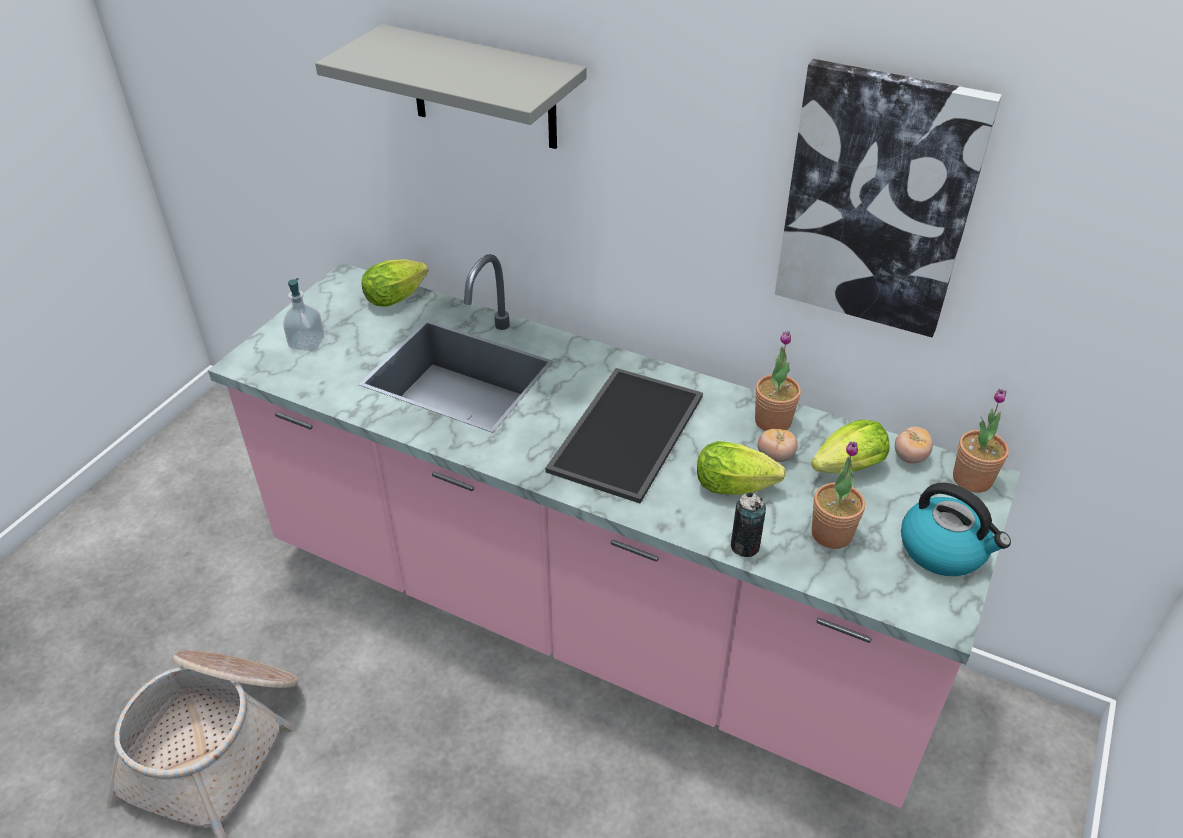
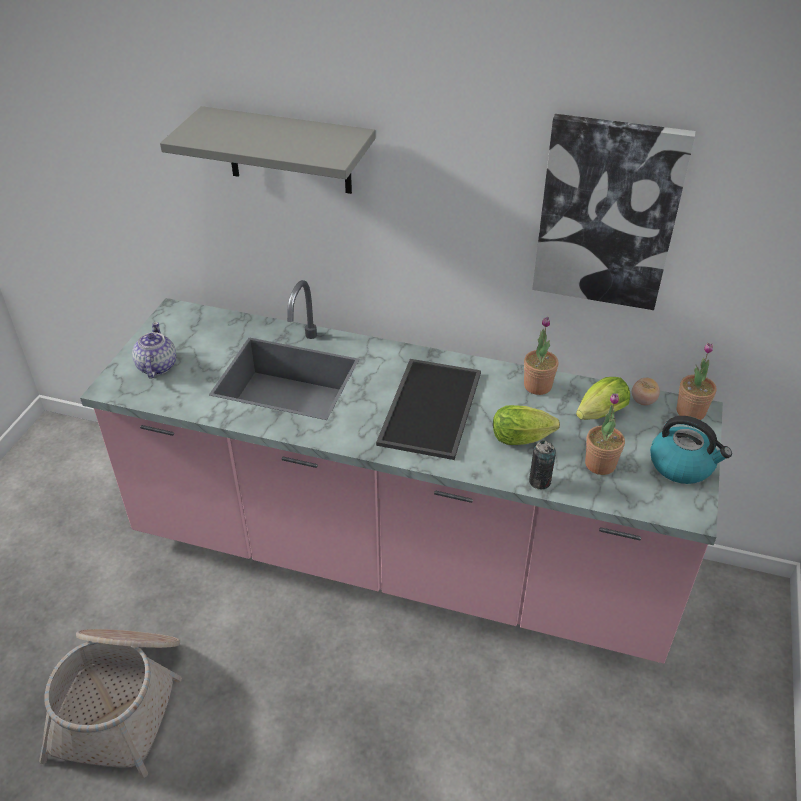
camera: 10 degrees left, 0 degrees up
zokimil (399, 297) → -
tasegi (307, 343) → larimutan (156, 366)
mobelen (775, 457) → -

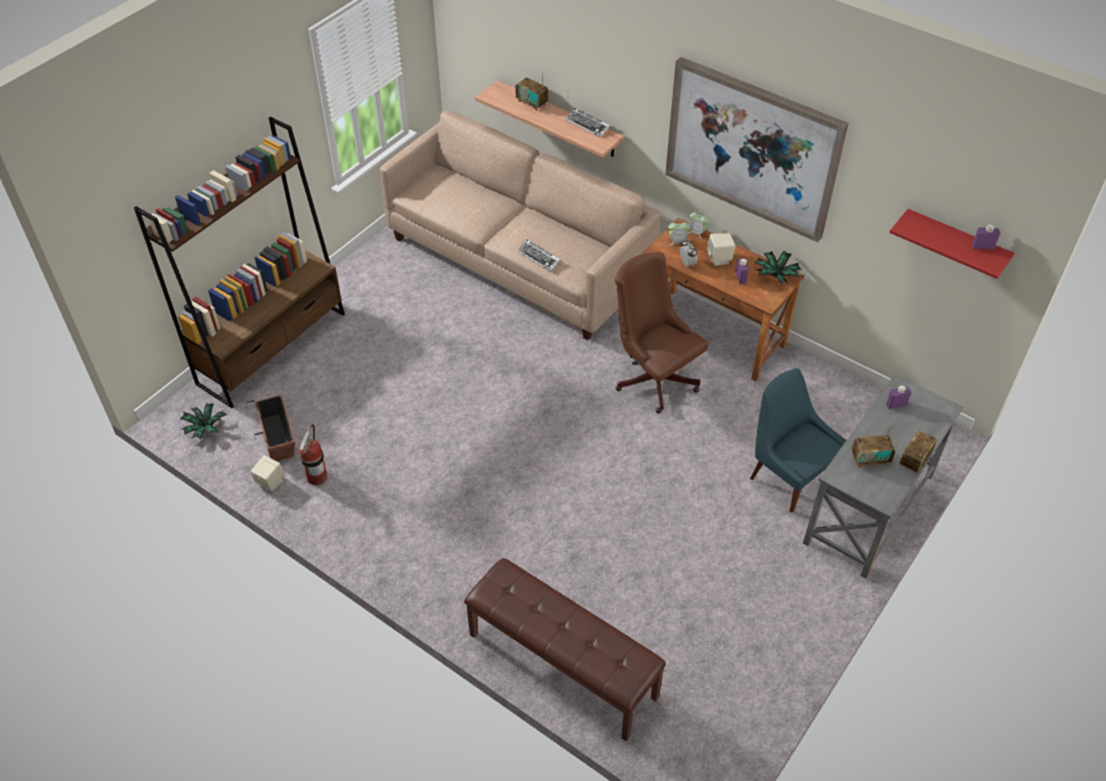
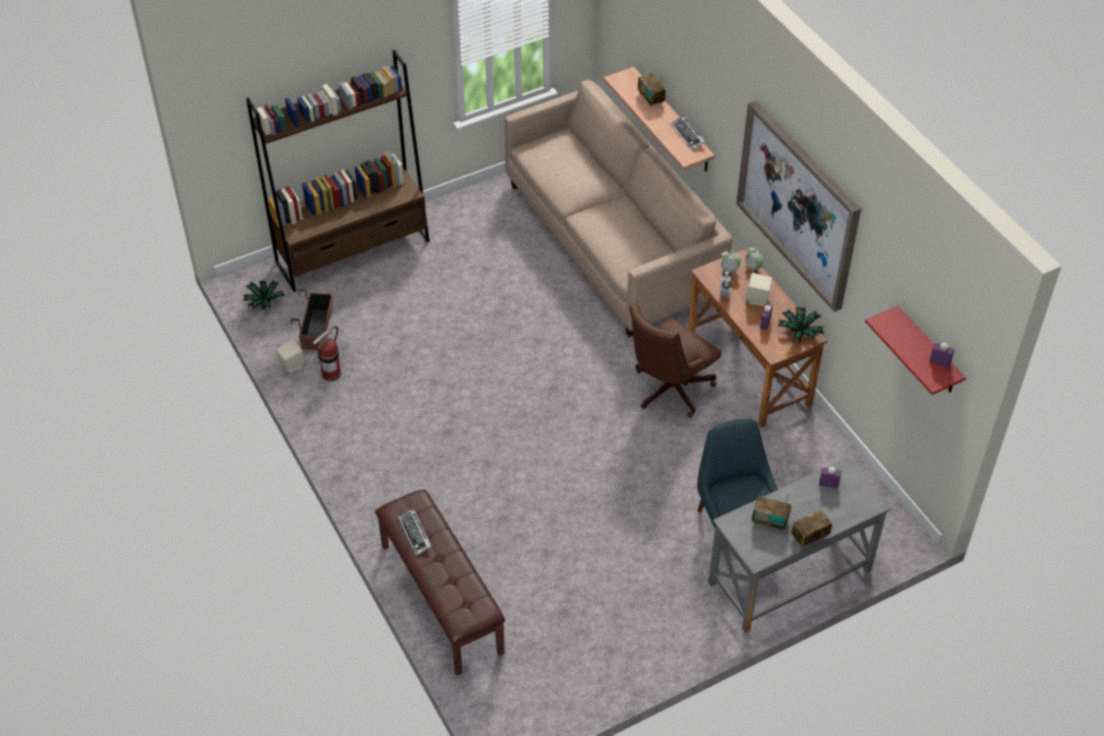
camera: 25 degrees right, 0 degrees up
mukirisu (538, 257) → mukirisu (415, 533), move
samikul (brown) (653, 377) → samikul (brown) (668, 390), 120 degrees counterclockwise

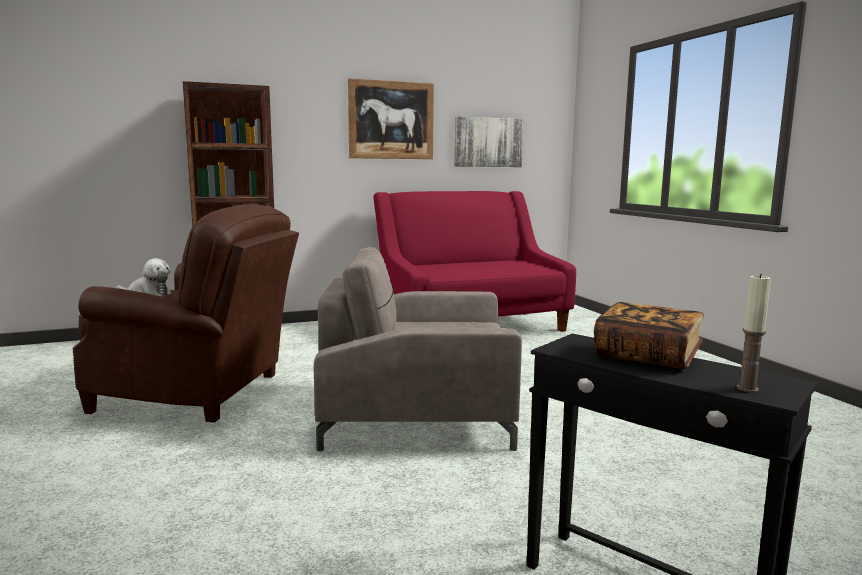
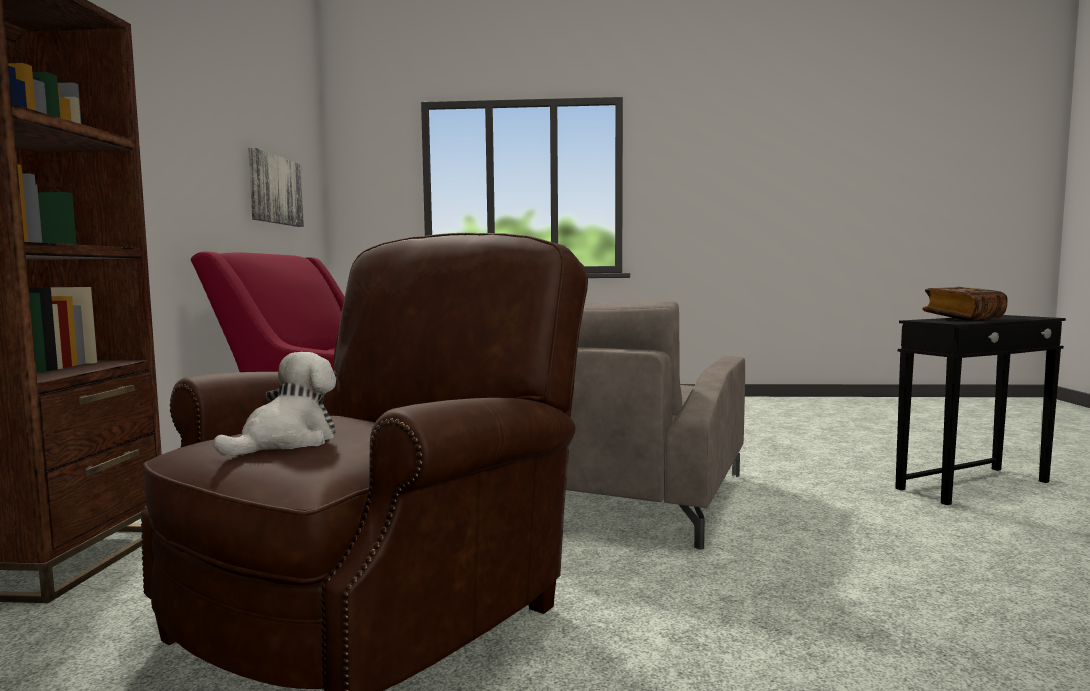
camera: 65 degrees left, 5 degrees down
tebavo (391, 120) → -
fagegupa (747, 388) → -

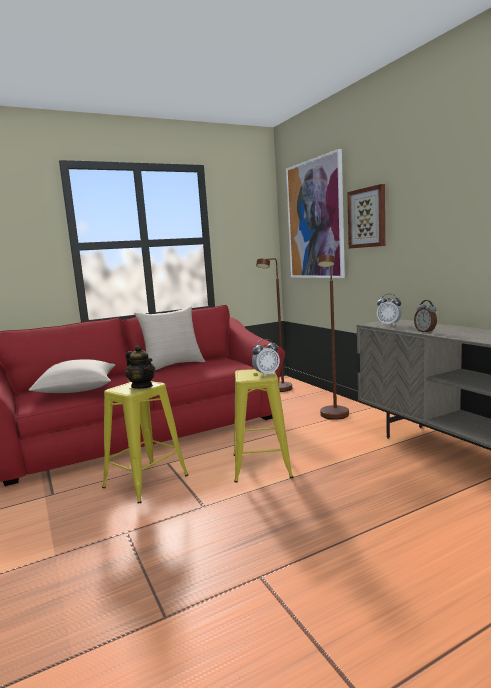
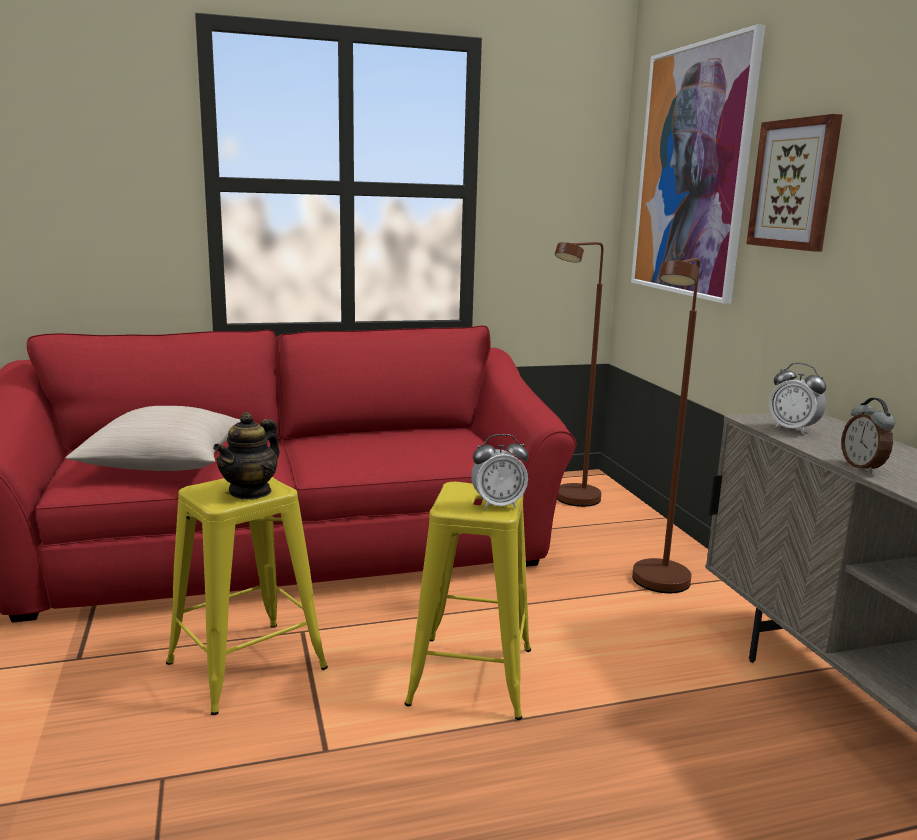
camera: 10 degrees right, 5 degrees up
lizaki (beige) (173, 365) → -
larimutan (142, 386) → larimutan (250, 492), 60 degrees clockwise

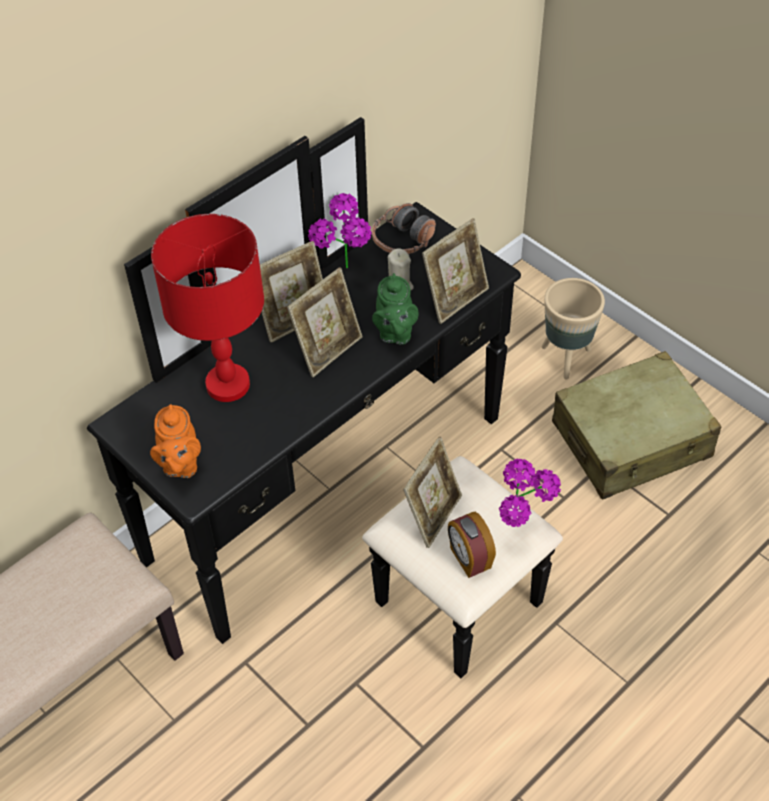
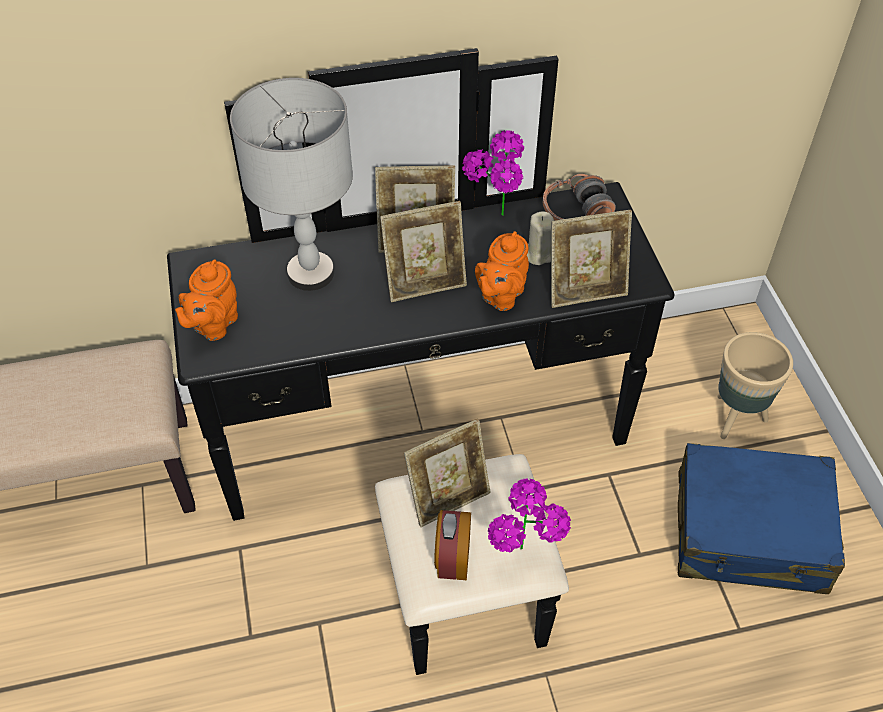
camera: 30 degrees right, 0 degrees up
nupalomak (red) (228, 385) → nupalomak (grey) (310, 274)
larimutan (green) (394, 333) → larimutan (orange) (500, 296)
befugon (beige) (631, 440) → befugon (blue) (750, 533)

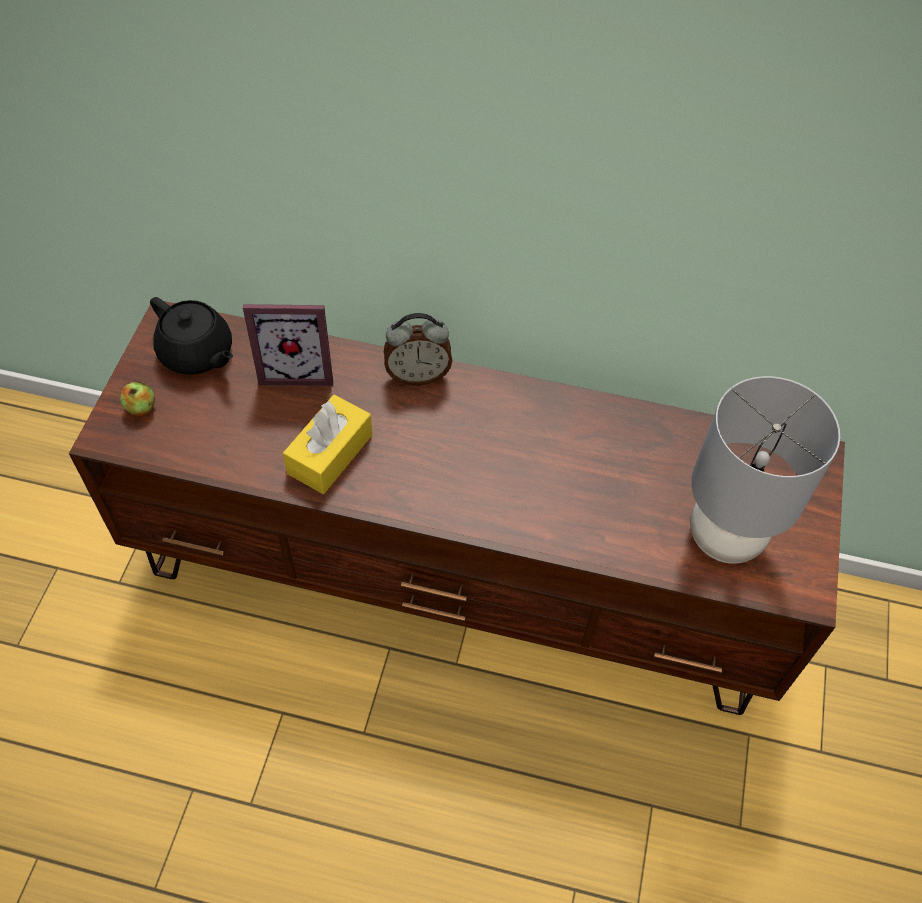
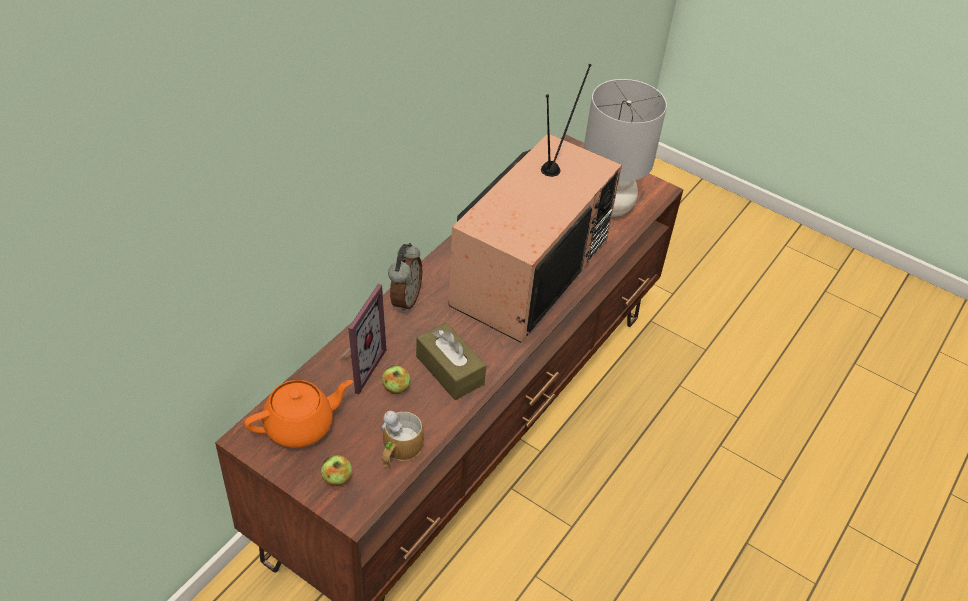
camera: 70 degrees left, 10 degrees down
larimutan (black) (197, 354) → larimutan (orange) (300, 426)
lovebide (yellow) (330, 454) → lovebide (brown) (450, 370)
- → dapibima (528, 269)
- → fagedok (396, 387)
- → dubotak (398, 451)

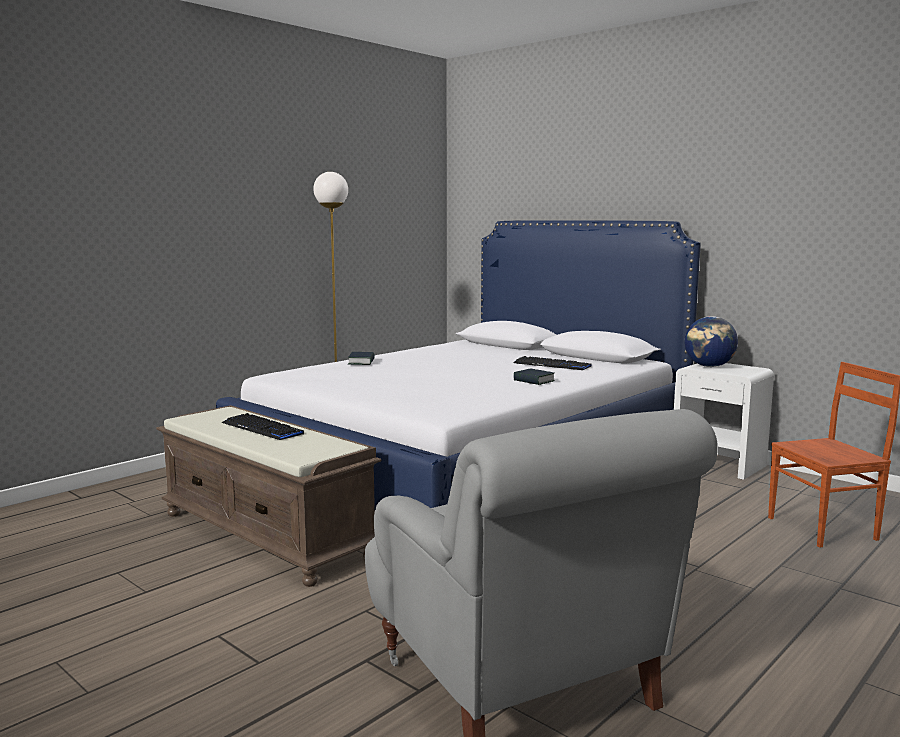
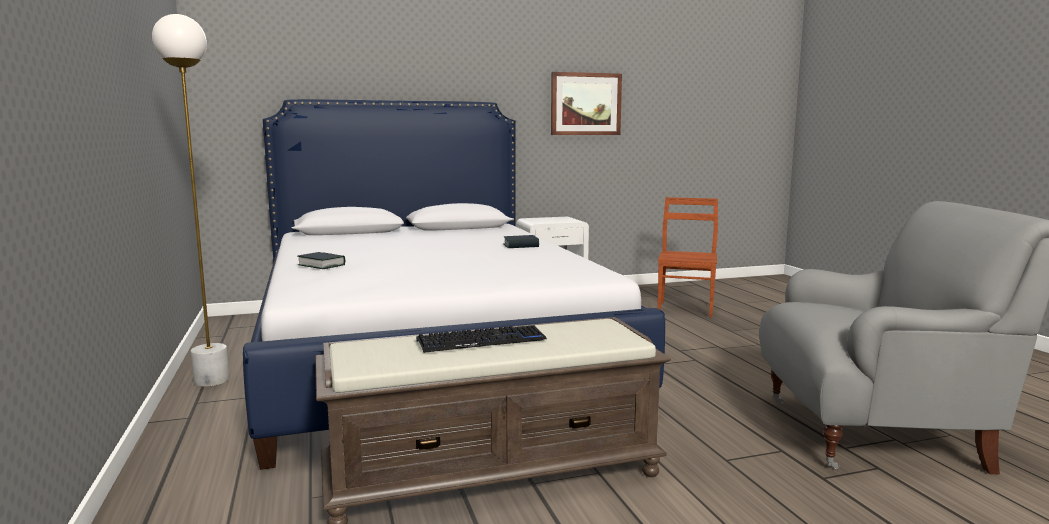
camera: 60 degrees left, 0 degrees up
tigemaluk (709, 366) → -
mukirisu (552, 365) → -
- → tebavo (585, 104)

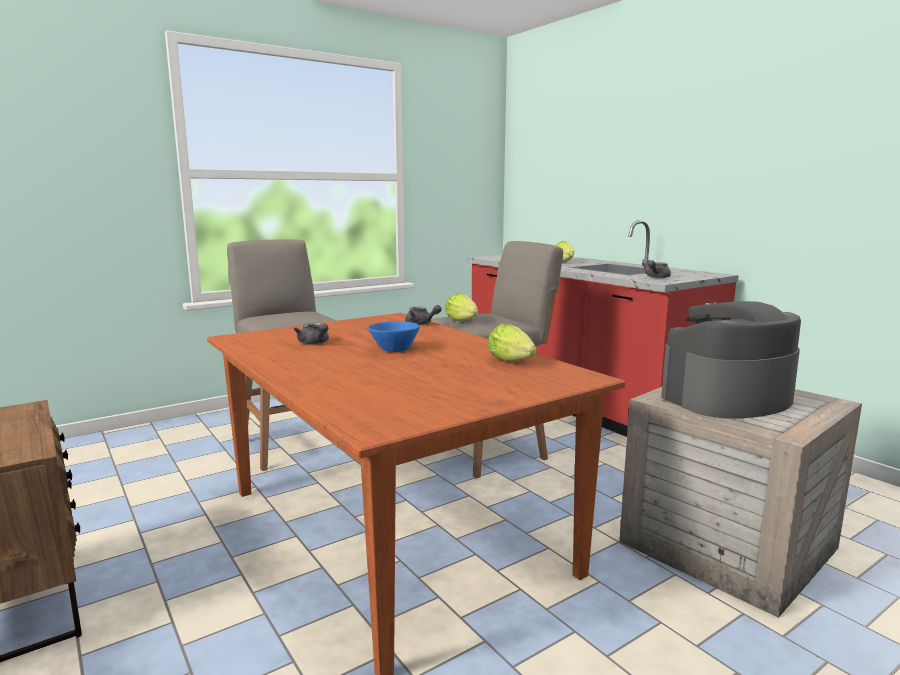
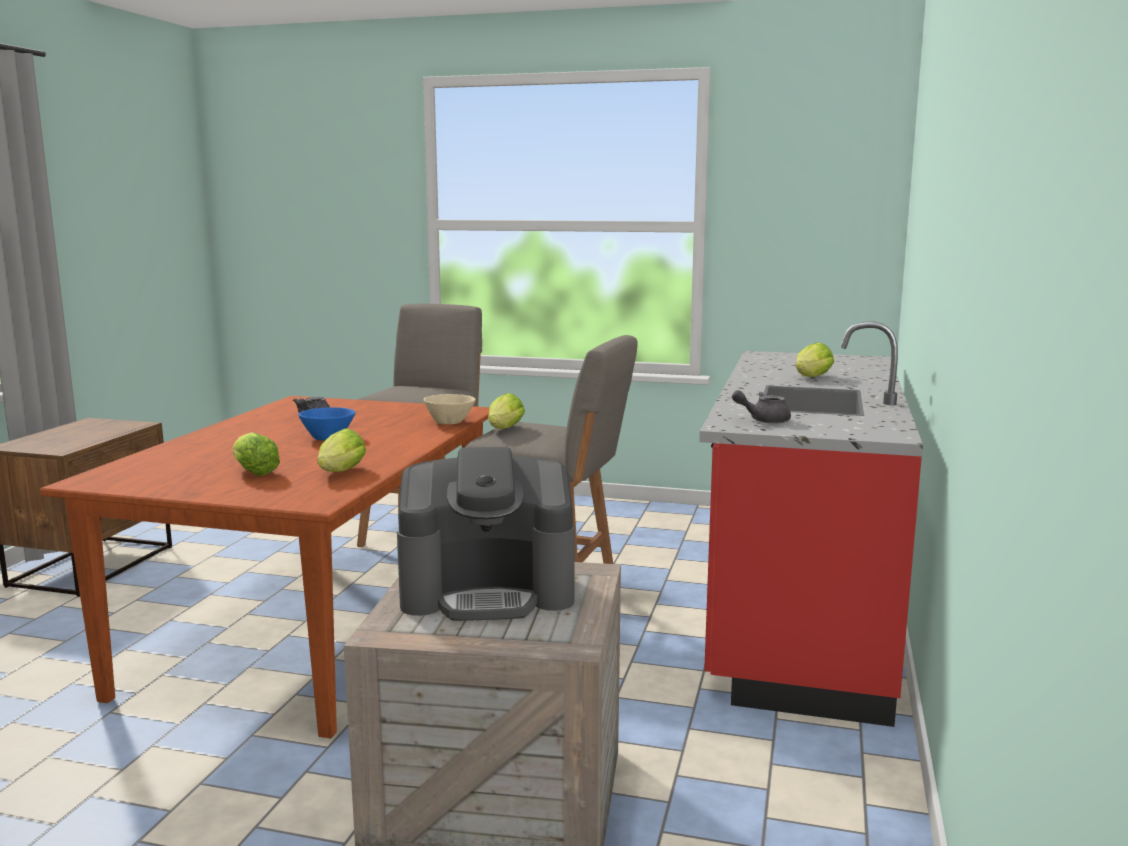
camera: 50 degrees right, 0 degrees up
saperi (726, 399) → saperi (488, 591), 150 degrees clockwise
larimutan (grey) (421, 324) → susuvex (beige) (451, 422)
- → zokimil (253, 472)

